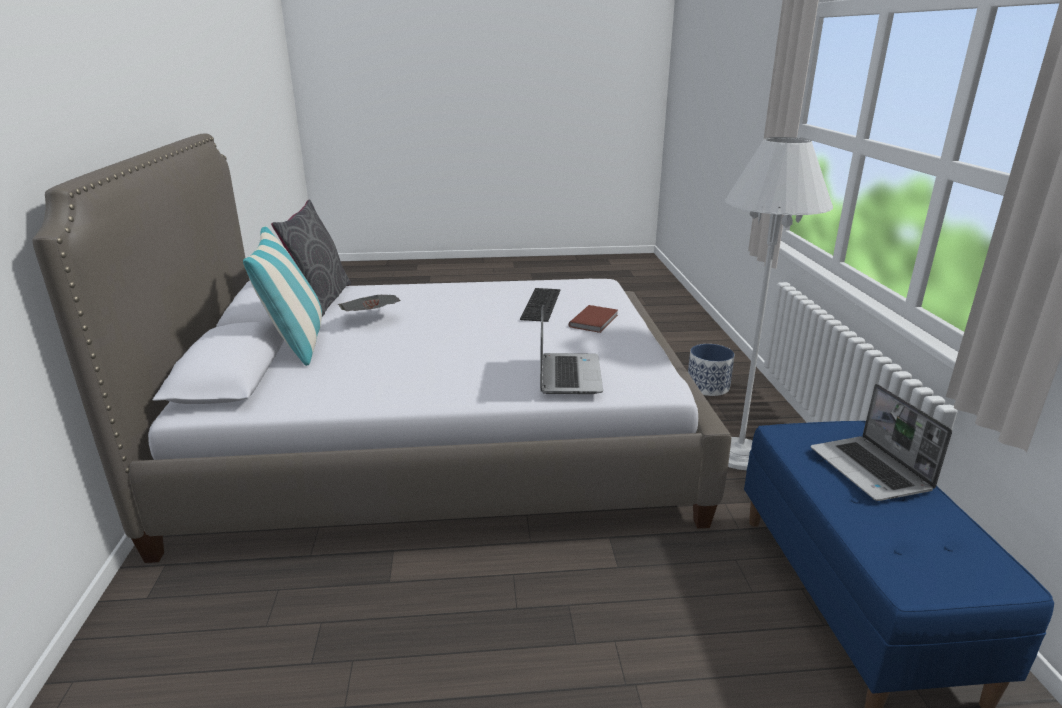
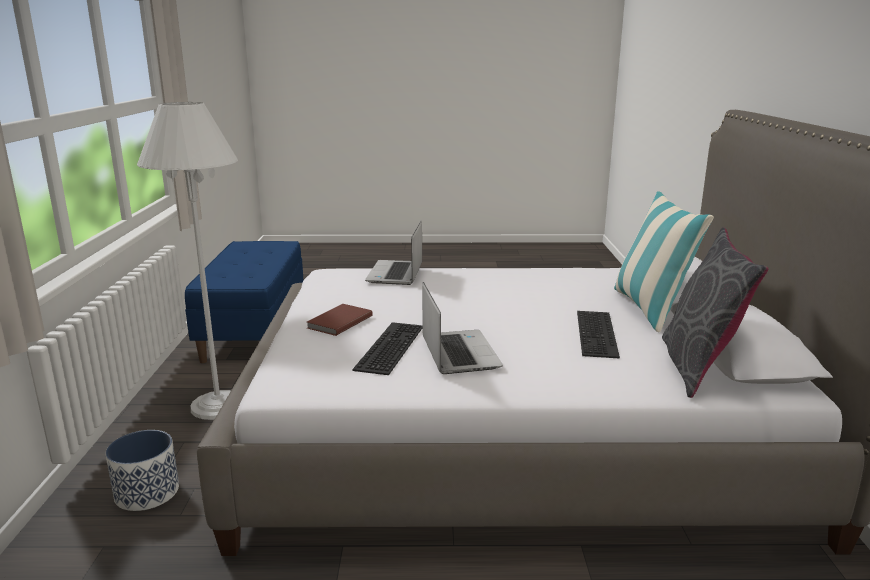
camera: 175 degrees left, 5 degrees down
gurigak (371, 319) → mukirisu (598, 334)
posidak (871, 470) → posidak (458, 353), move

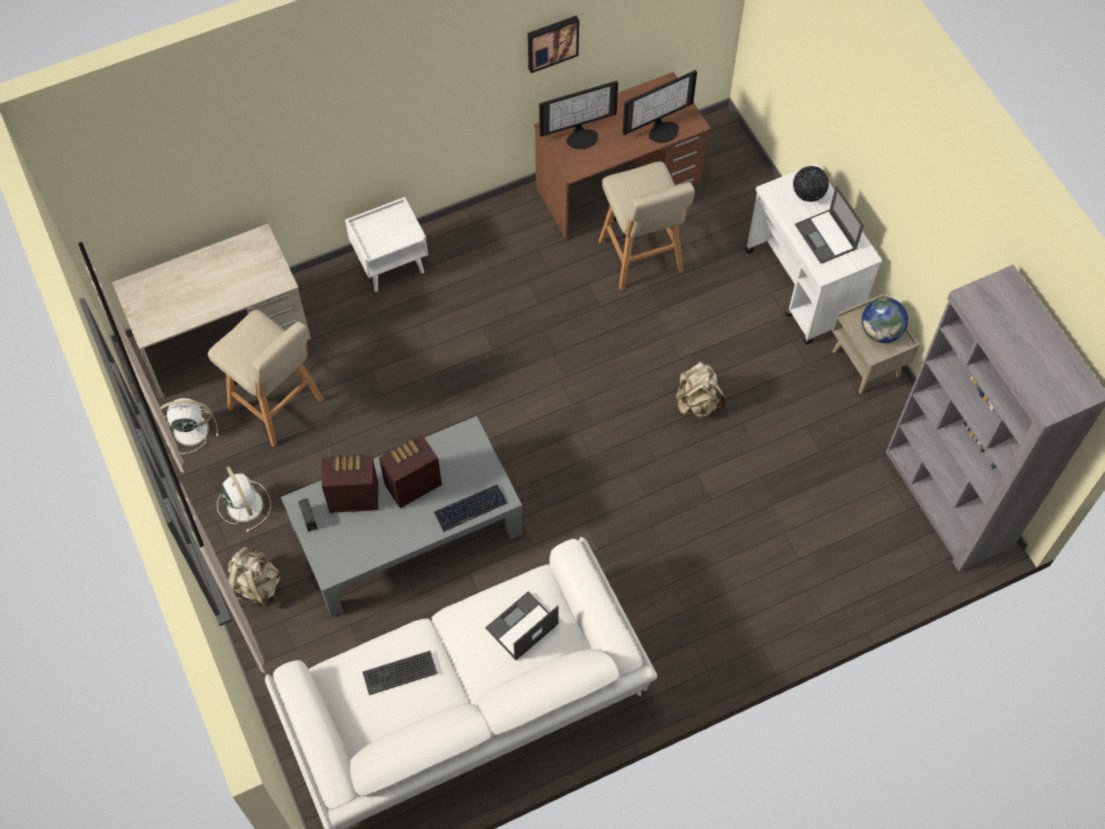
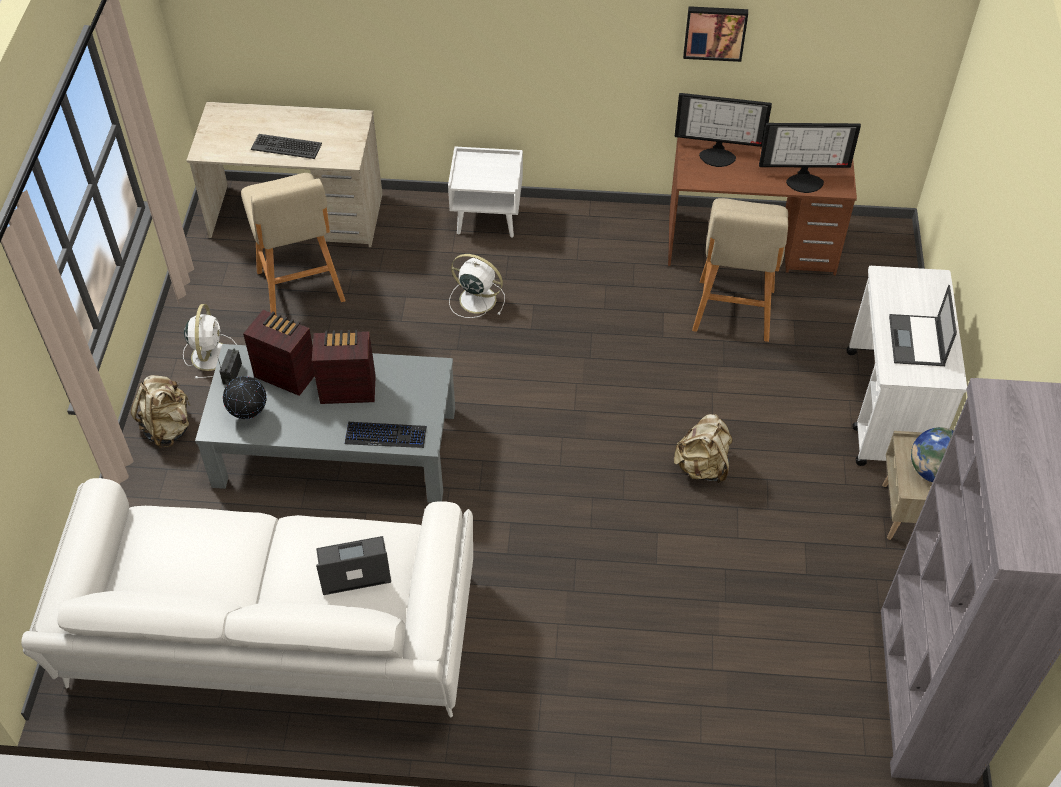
camera: 30 degrees right, 10 degrees down
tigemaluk (807, 197) → tigemaluk (249, 414), move
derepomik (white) (189, 430) → derepomik (white) (476, 299), move
mukirisu (399, 672) → mukirisu (286, 146), move

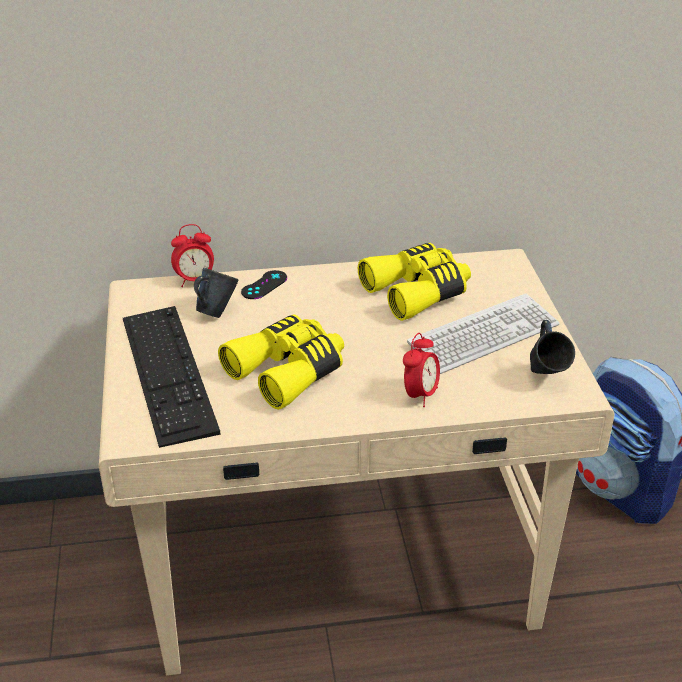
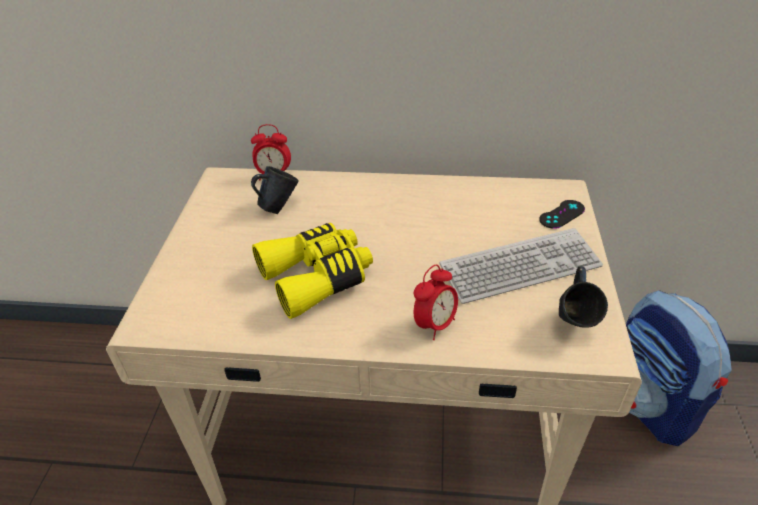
camera: 15 degrees right, 5 degrees up
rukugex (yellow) (418, 292) → -
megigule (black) (264, 285) → megigule (black) (562, 214), move
mukirisu (168, 372) → -

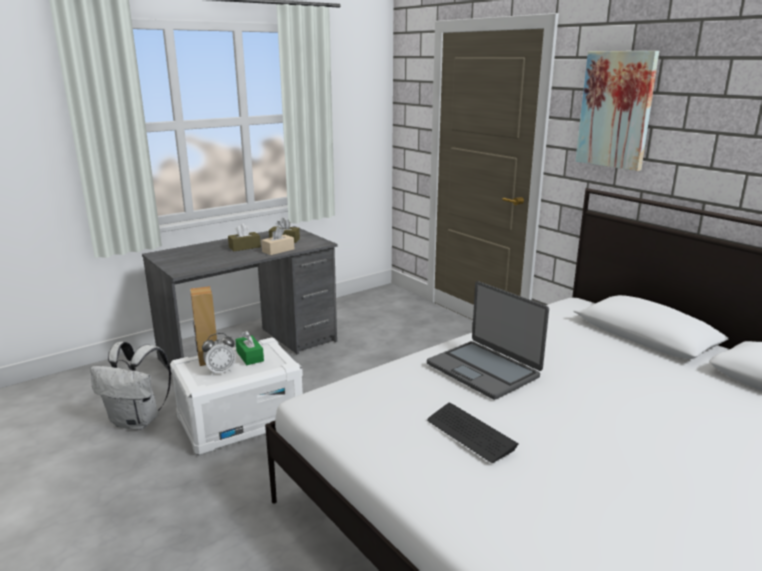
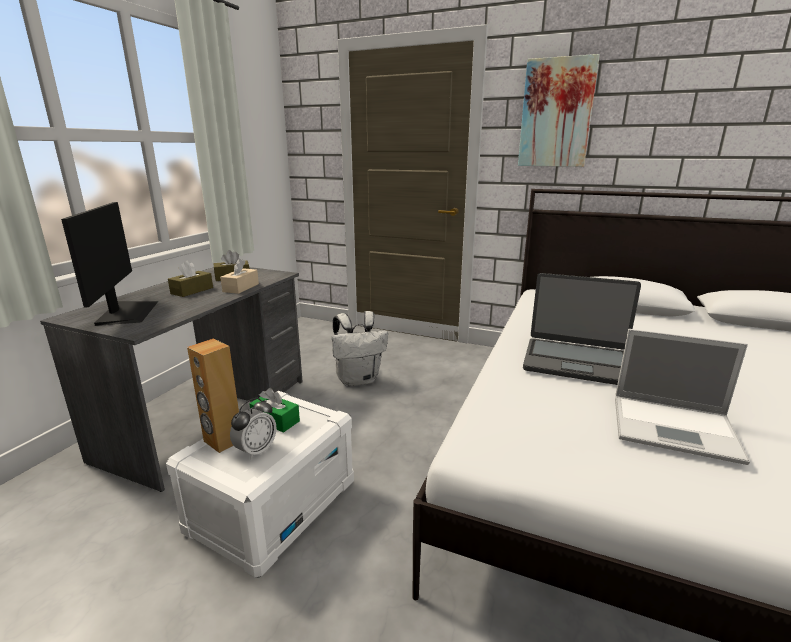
camera: 30 degrees left, 0 degrees up
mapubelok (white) (138, 421) → mapubelok (white) (358, 379), move
mukirisu (470, 433) → posidak (676, 428)
- → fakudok (126, 312)

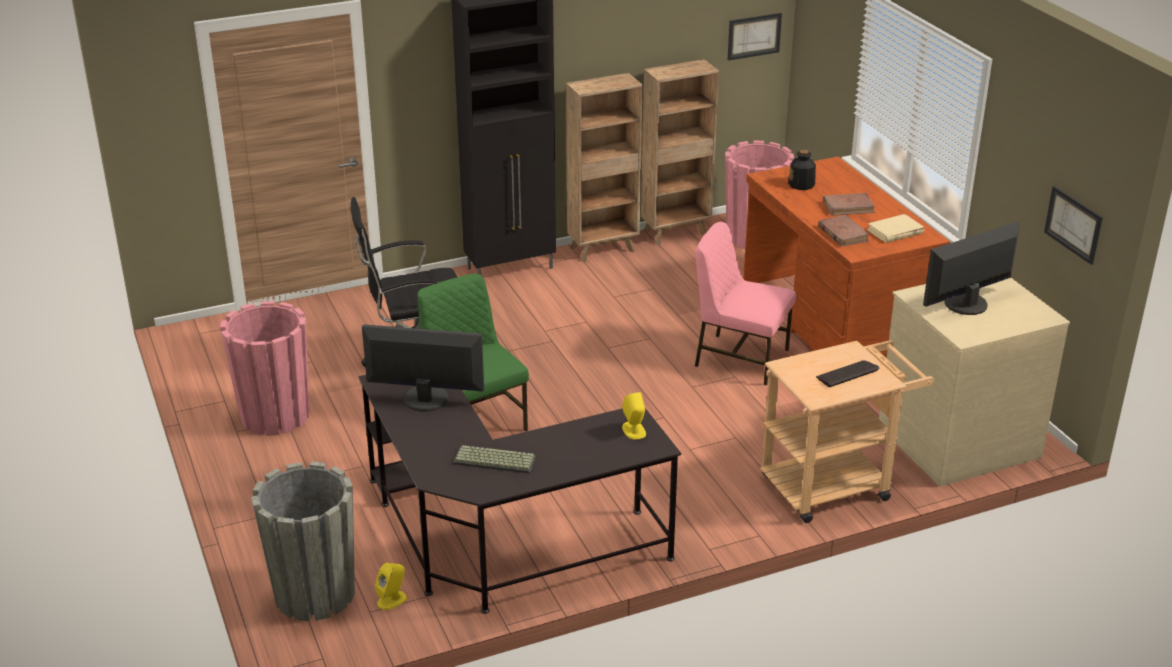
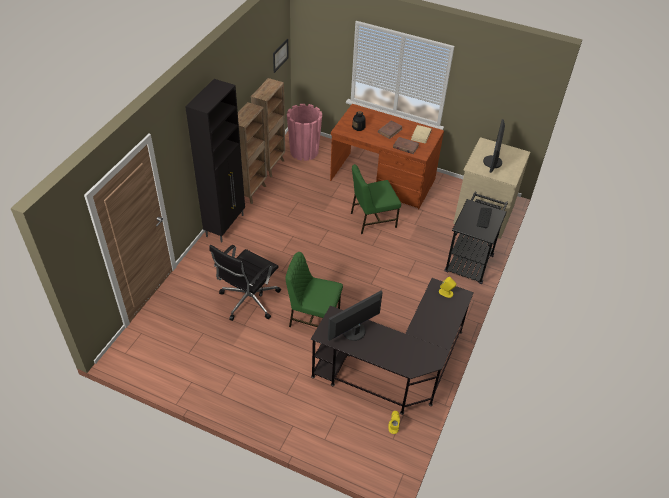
camera: 45 degrees left, 15 degrees up
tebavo (1073, 224) → -
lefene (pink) (739, 358) → lefene (green) (372, 219)
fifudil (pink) (275, 416) → -
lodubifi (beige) (835, 484) → lodubifi (black) (470, 260)
mukirisu (493, 461) → -
fifudil (grey) (314, 594) → -

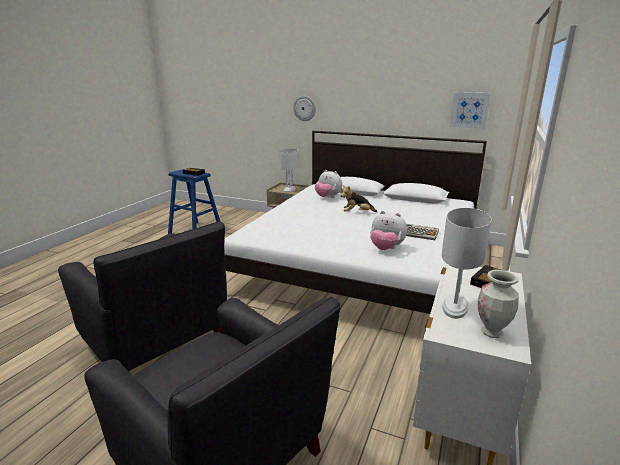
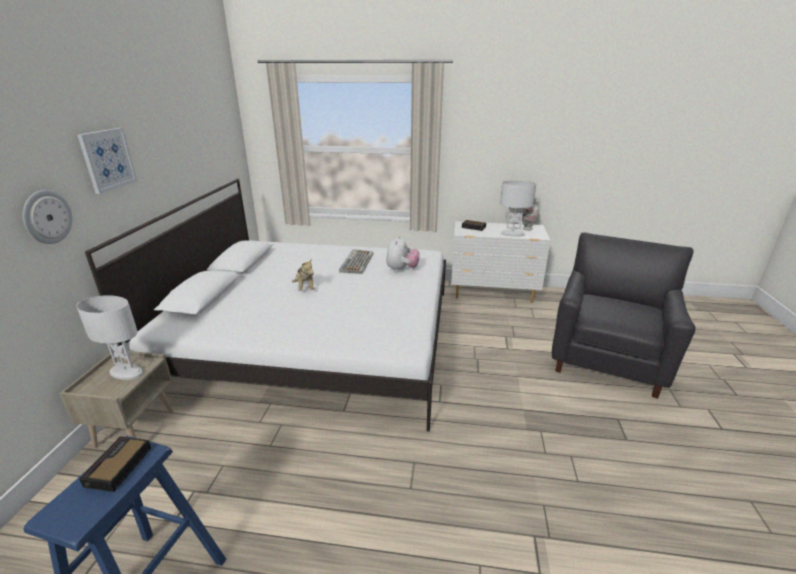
camera: 105 degrees left, 5 degrees up
tebavo (469, 110) → tebavo (107, 159), move
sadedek (327, 197) → -
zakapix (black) (157, 343) → -

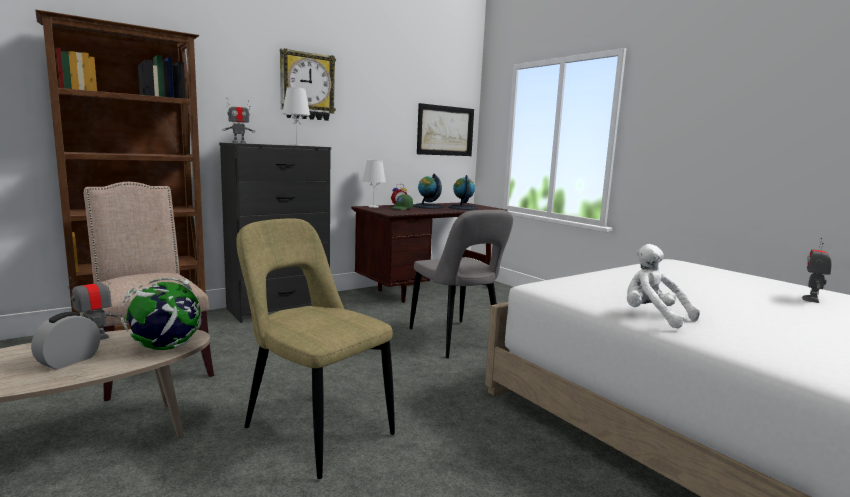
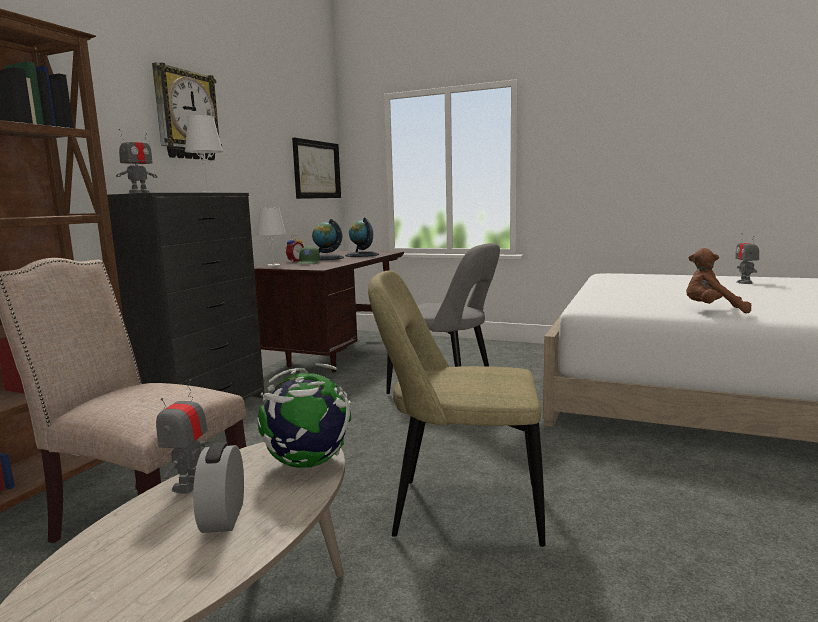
camera: 30 degrees left, 0 degrees up
sadedek (white) (652, 317) → sadedek (brown) (712, 310)

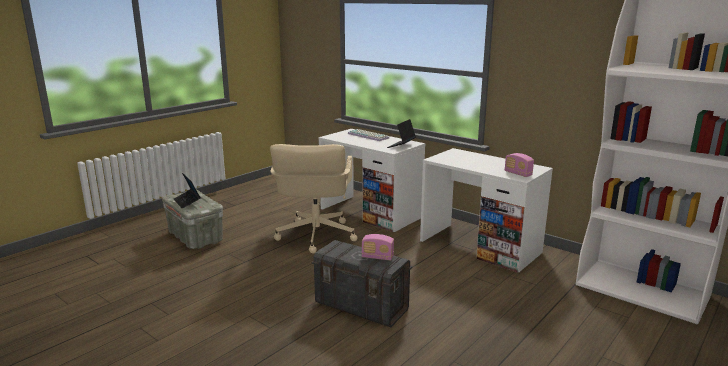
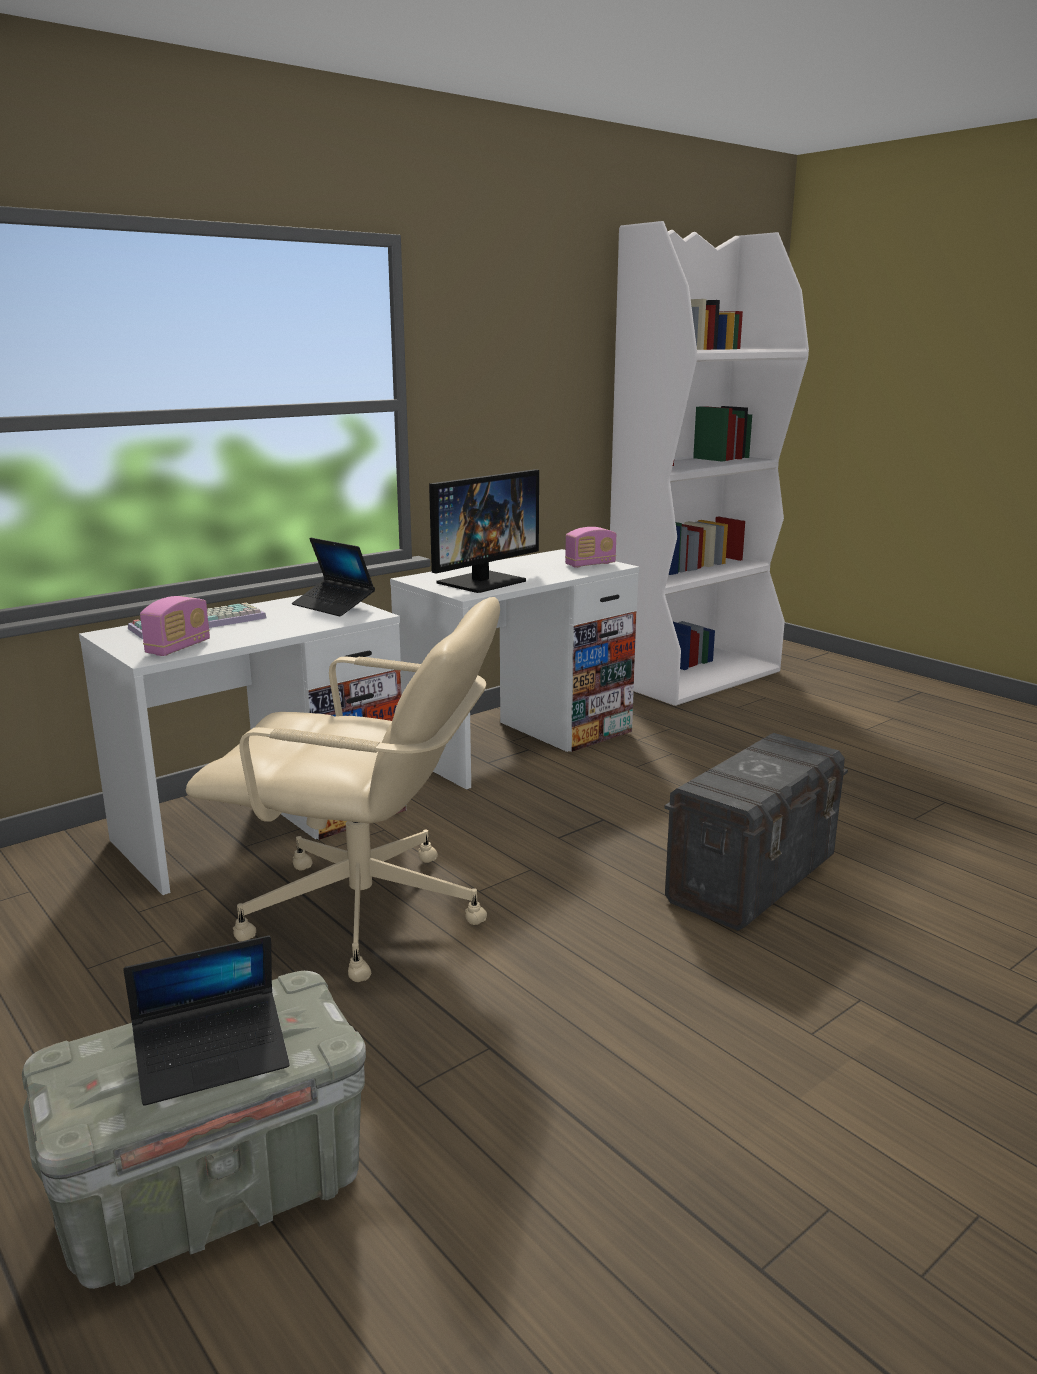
camera: 80 degrees left, 0 degrees up
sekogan (377, 257) → sekogan (178, 648), move
- → fakudok (482, 582)

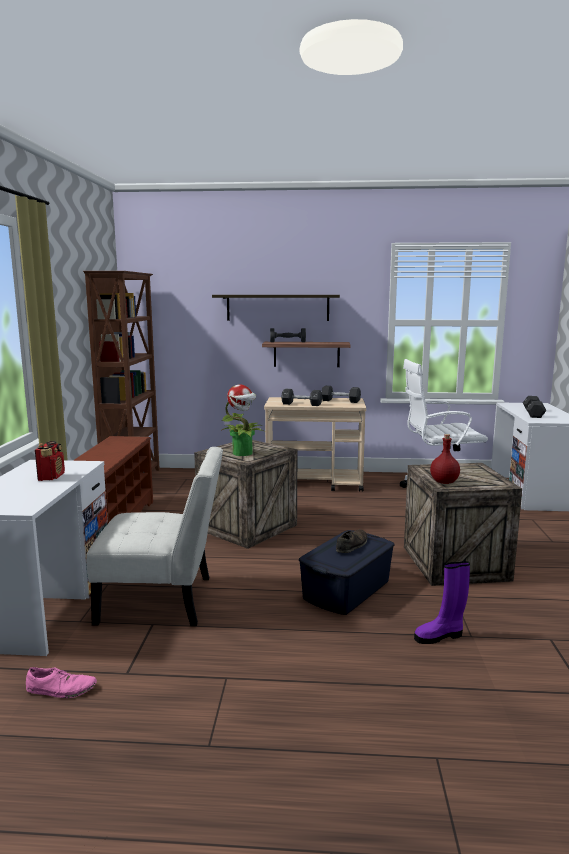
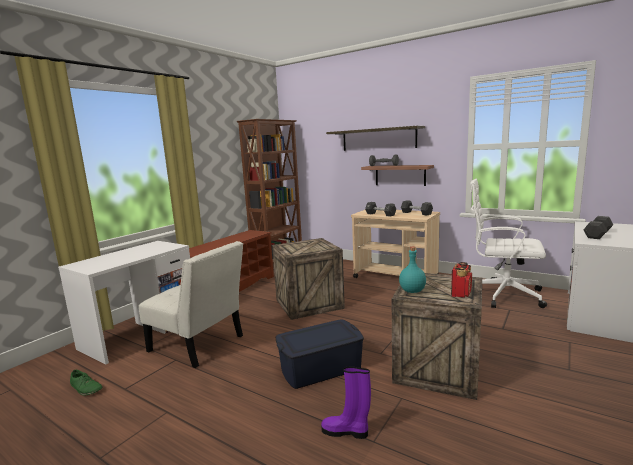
camera: 30 degrees right, 0 degrees up
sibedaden (243, 453) → -
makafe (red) (444, 482) → makafe (turquoise) (412, 291)
sekogan (51, 477) → sekogan (461, 293), move
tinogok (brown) (352, 545) → -
tinogok (pink) (61, 689) → tinogok (green) (86, 388)

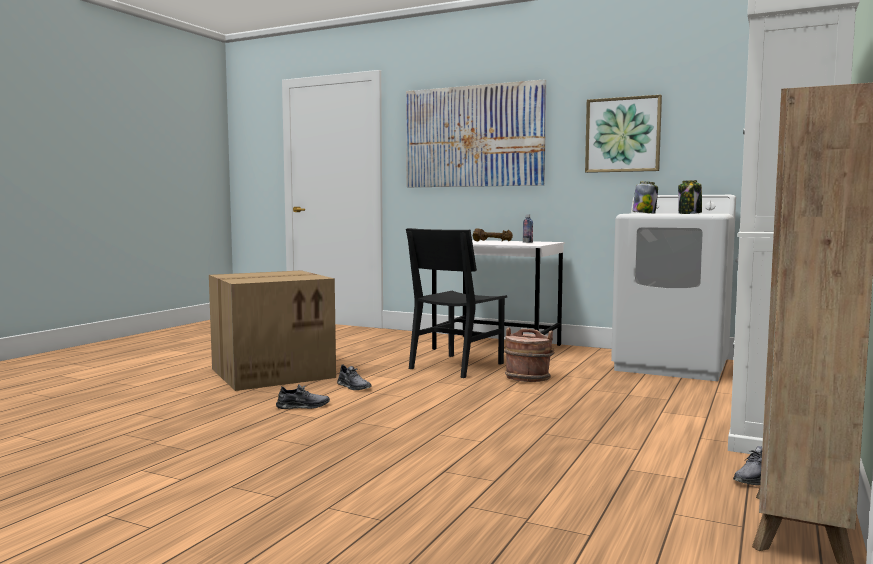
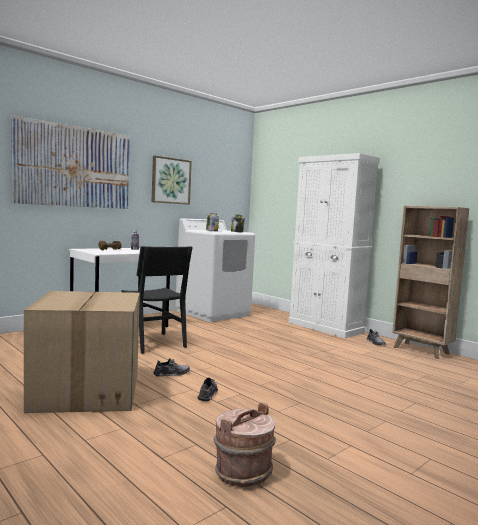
camera: 70 degrees left, 0 degrees up
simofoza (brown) (528, 378) → simofoza (brown) (242, 472), move

